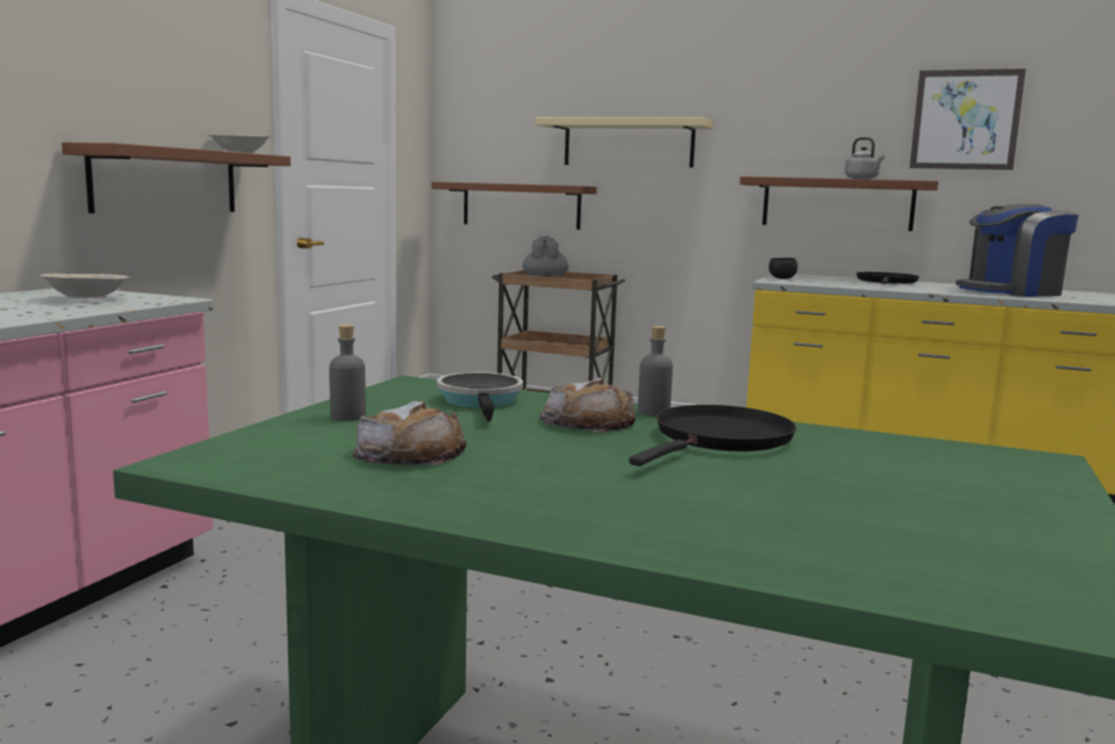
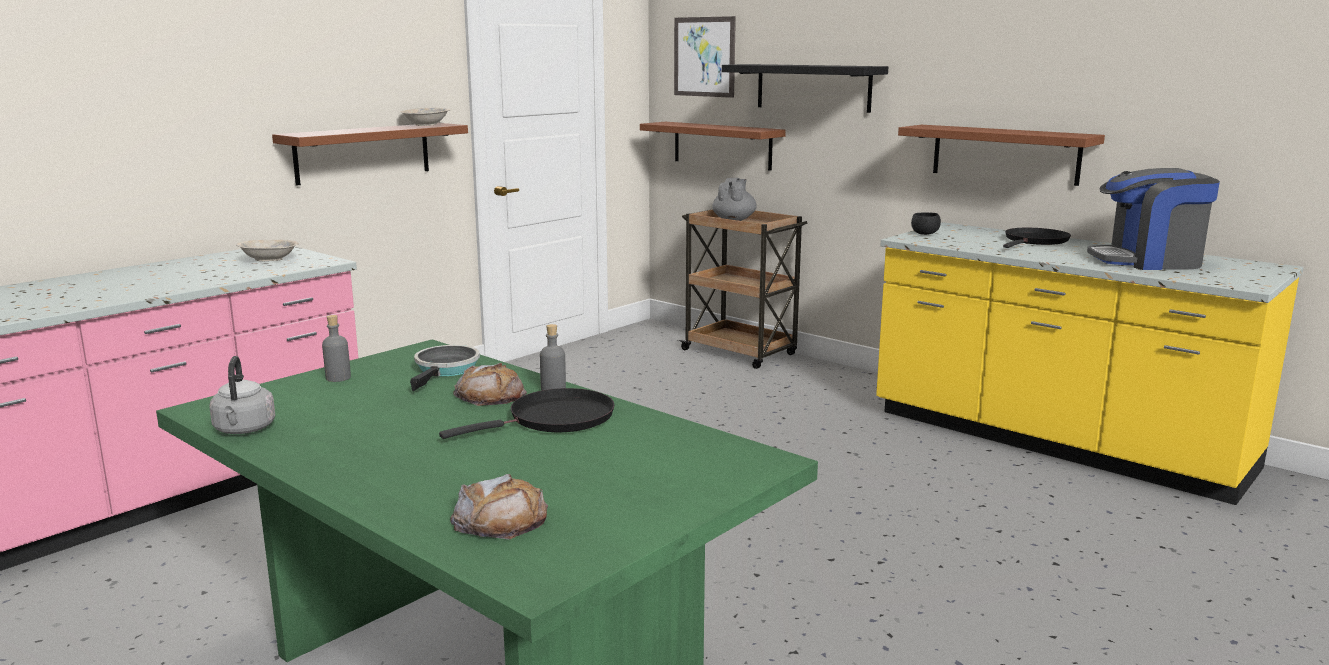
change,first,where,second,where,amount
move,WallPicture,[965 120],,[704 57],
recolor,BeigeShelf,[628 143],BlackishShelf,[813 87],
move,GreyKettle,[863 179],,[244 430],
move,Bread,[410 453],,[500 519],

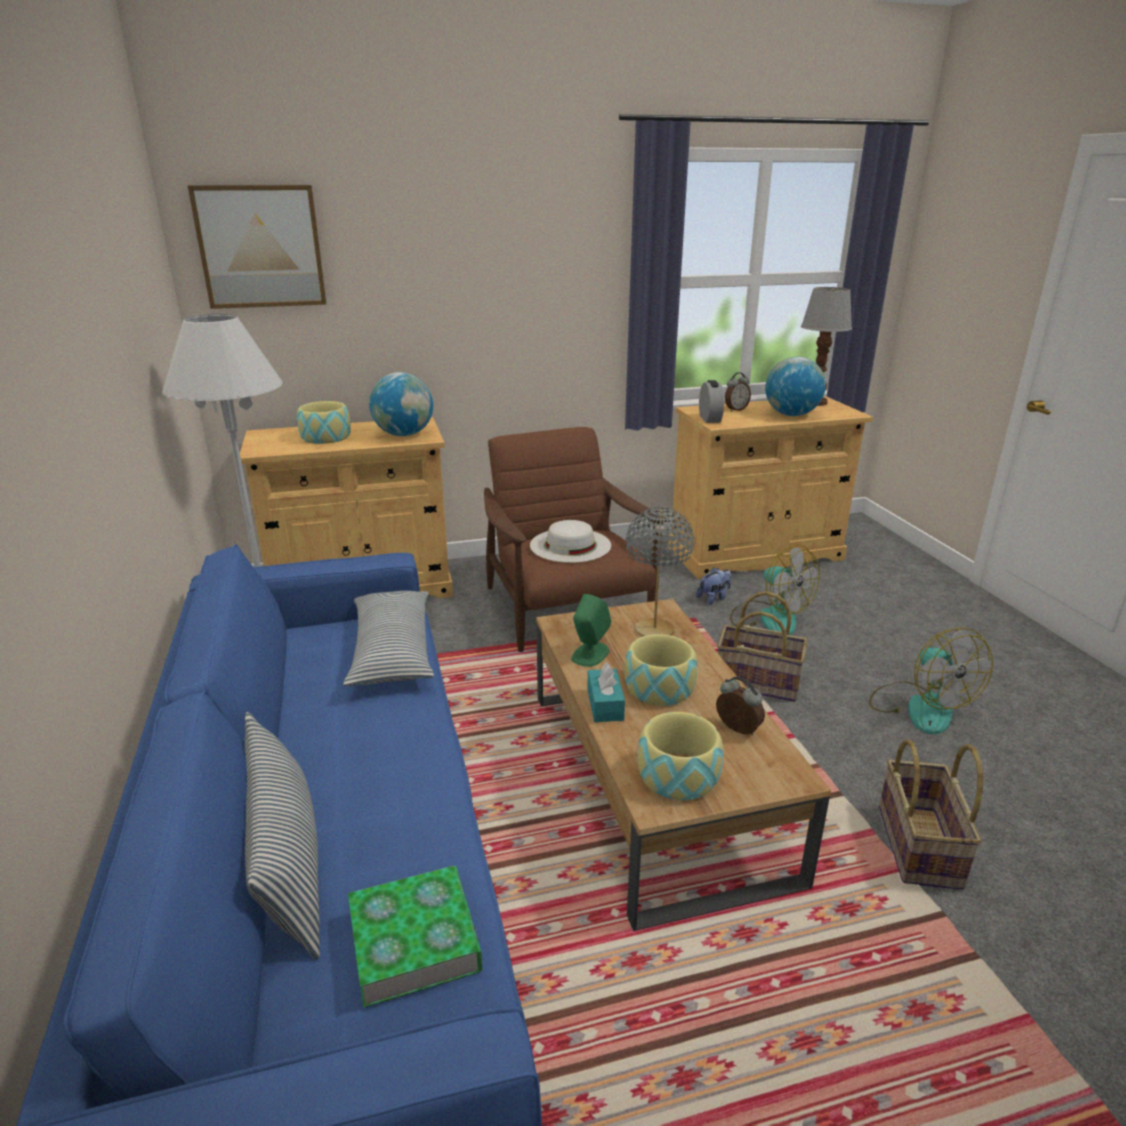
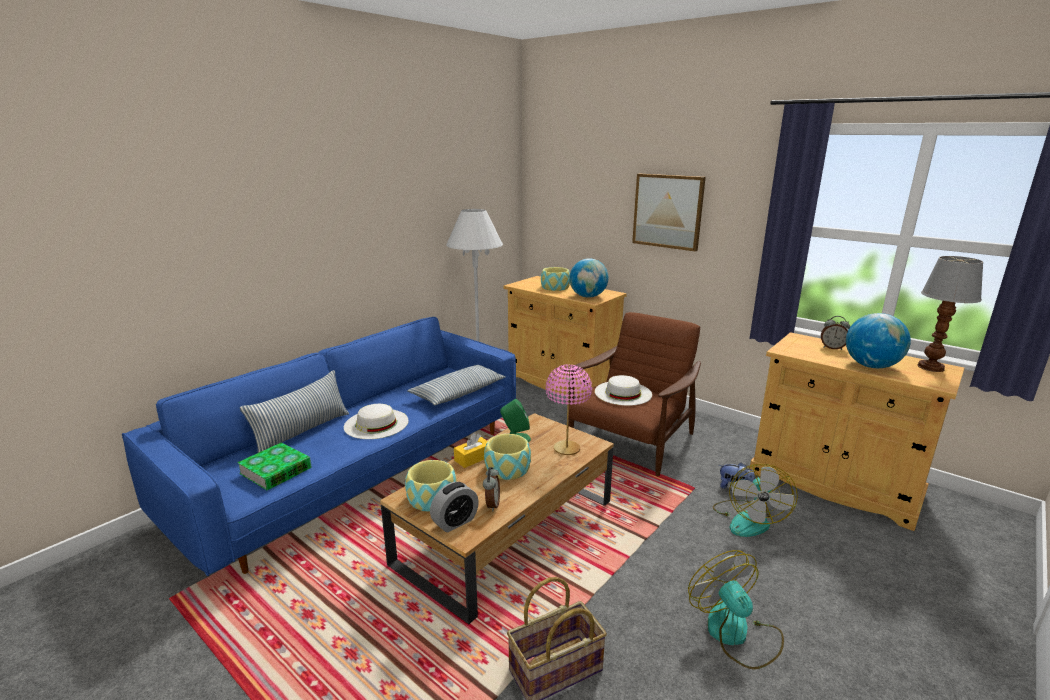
change,first,where,second,where,amount
move,WallPicture,[260 247],,[668 211],
move,TableClock,[709 419],,[455 522],
recolor,GreyTabletopLamp,[654 630],PinkTabletopLamp,[566 448],
delete,StorageBasket,[757 682],,,
rotate,CoolingFan,[919 707],,[735 634],120 degrees clockwise
recolor,TurquoiseColouredBoxOfTissues,[605 704],YellowColouredBoxOfTissues,[473 458],
insert,,,WhitishWearableHat,[376 423],

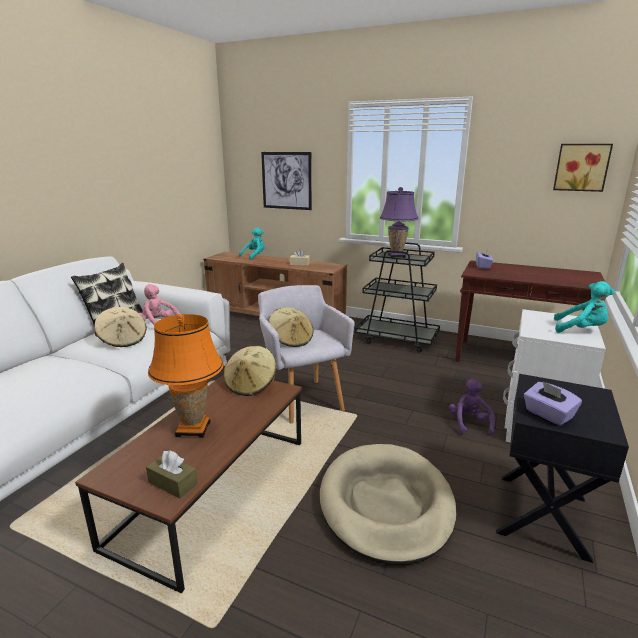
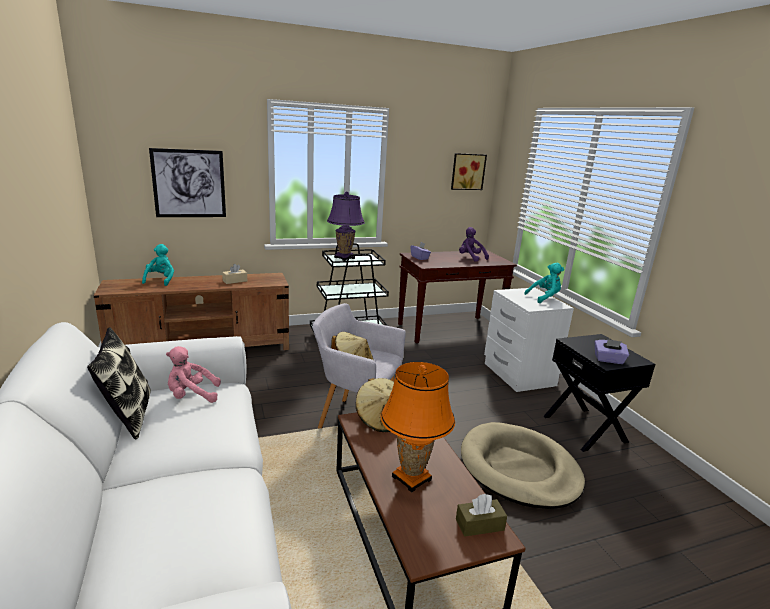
change,first,where,second,where,amount
delete,BeigeWearableHat,[123 340],,,
move,PurplishPlushToy,[469 423],,[470 258],

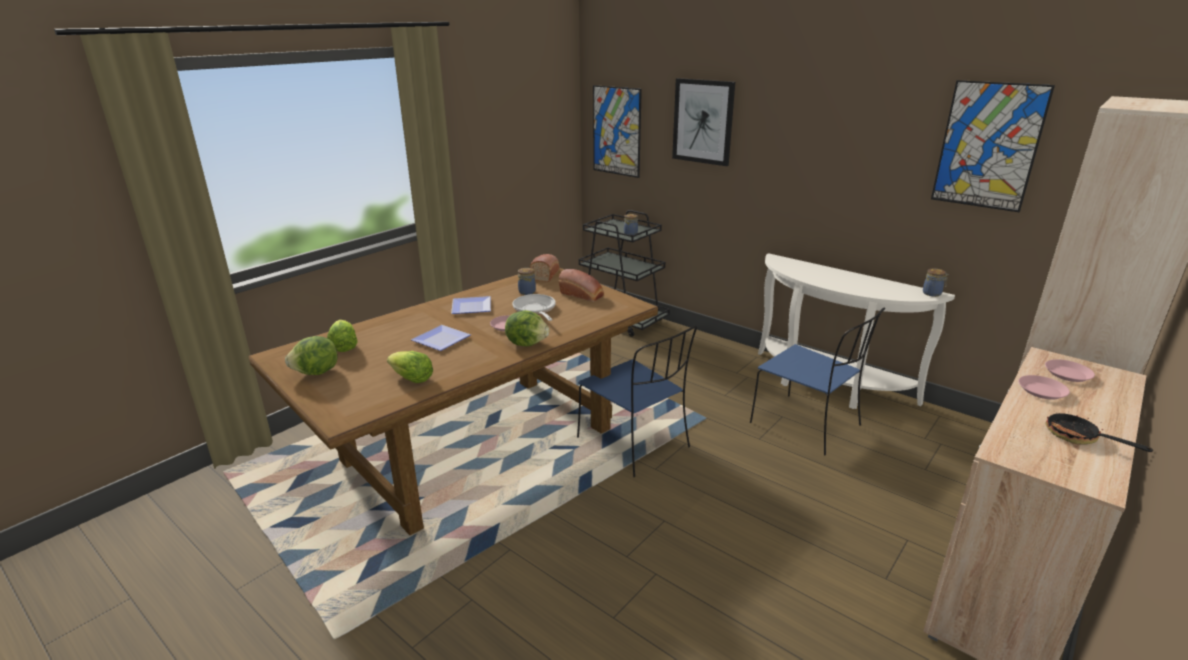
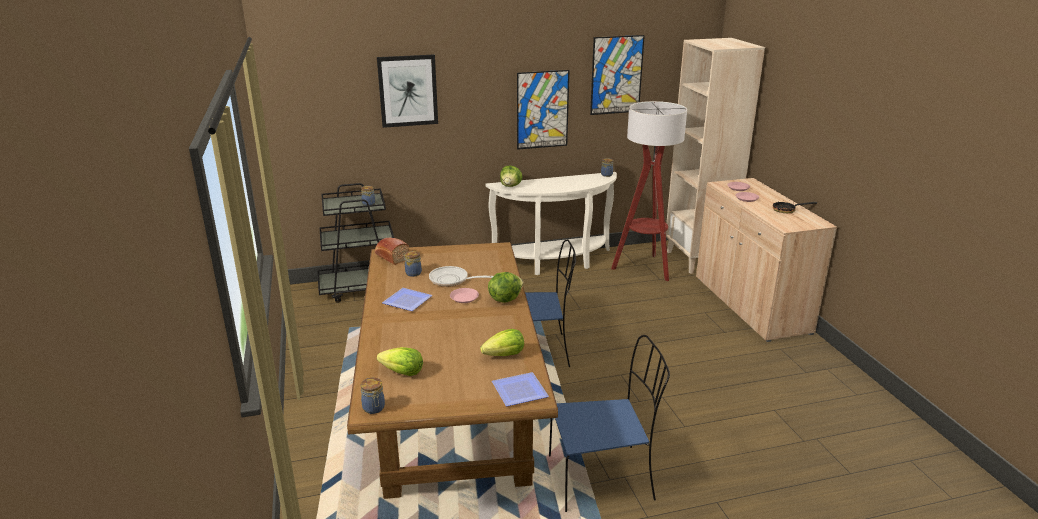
change,first,where,second,where,amount
move,WallPicture,[616 131],,[542 110],
delete,Bread,[583 295],,,
move,BlueUprightChair,[807 425],,[603 477],
move,FlatDish,[443 340],,[520 390],
move,Lettuce,[317 373],,[511 186],
insert,,,StandardLamp,[644 268],
insert,,,StorageJar,[374 408],

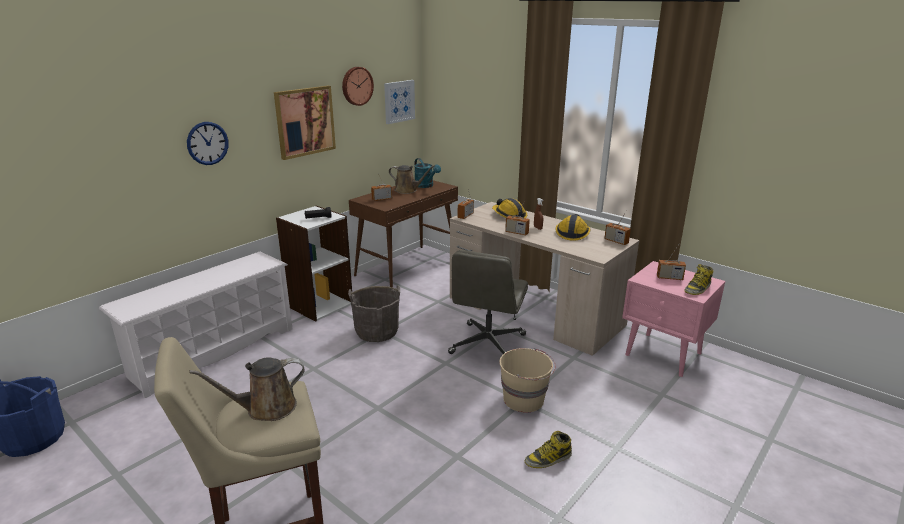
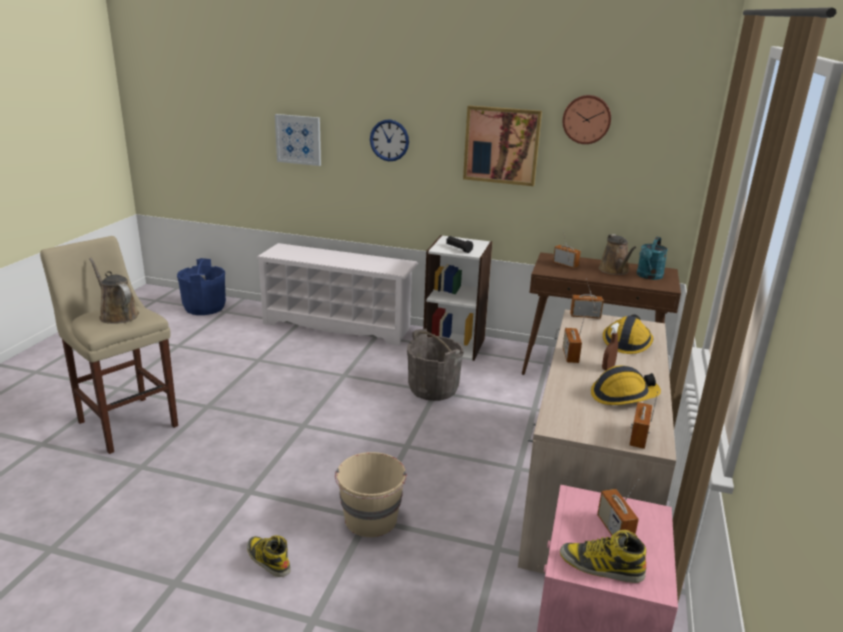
change,first,where,second,where,amount
move,WallPicture,[399 101],,[298 139],
delete,GreyComputerChair,[487 344],,,

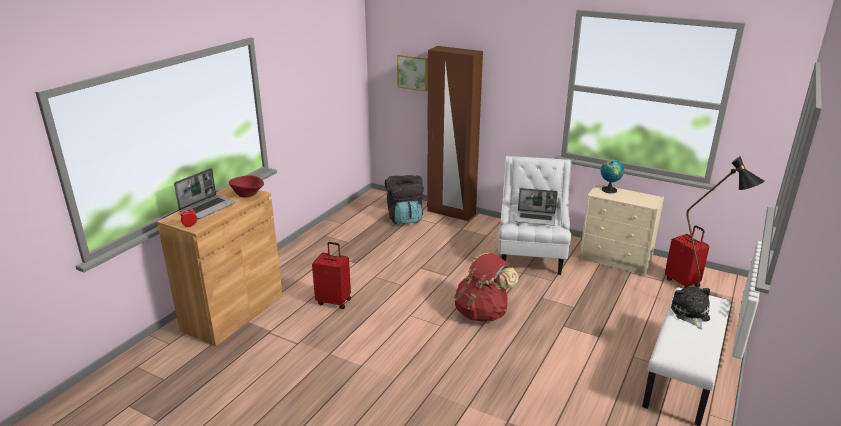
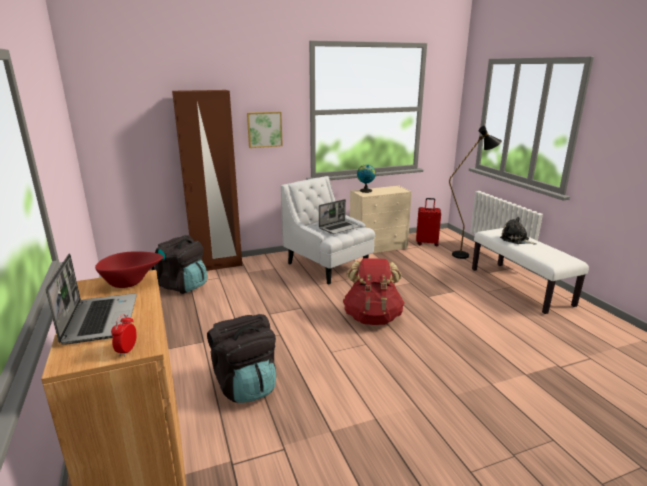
change,first,where,second,where,amount
move,WallPicture,[413 72],,[264 129],
replace,ReddishSuitcase,[334 301],BlackishRucksack,[245 385],

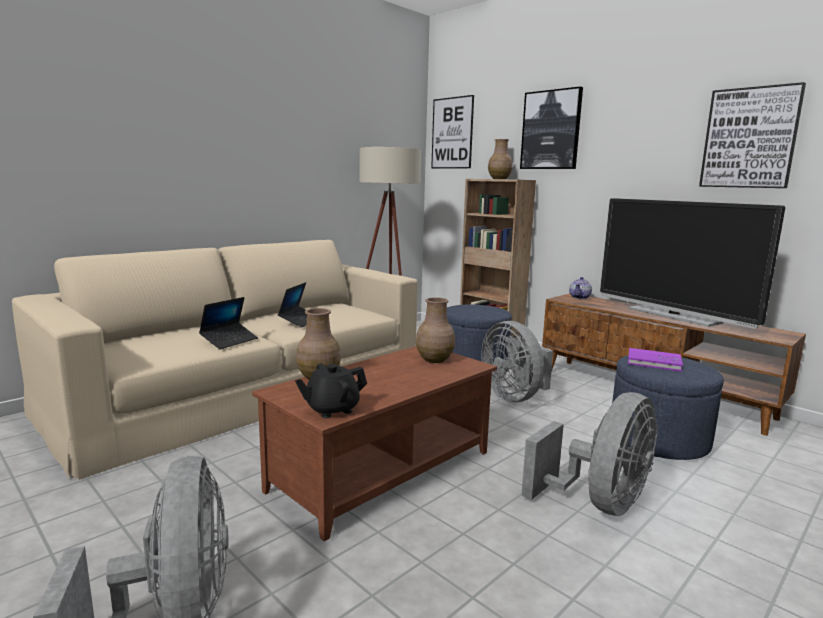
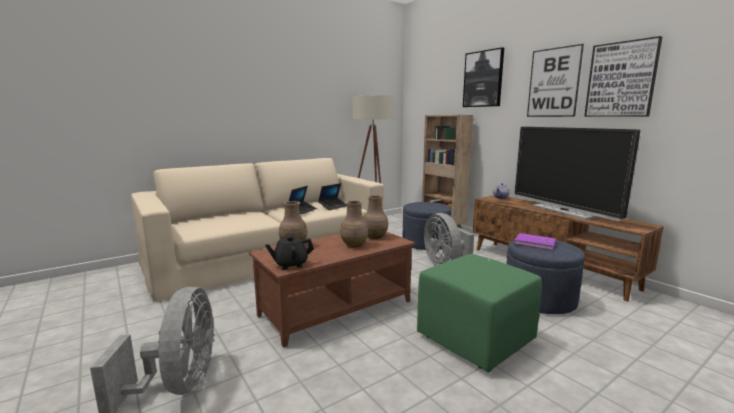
change,first,where,second,where,amount
move,WallPicture,[452 133],,[553 82],
move,BrownishFlowerVase,[499 179],,[354 245],
move,Laptop,[229 341],,[333 206],
replace,GreyCoolingFan,[599 503],GreenFootrest,[475 338],

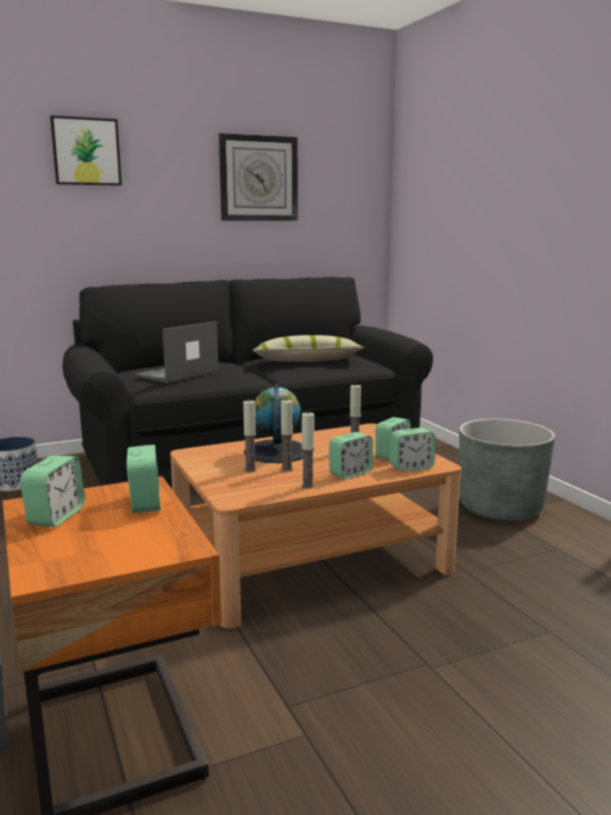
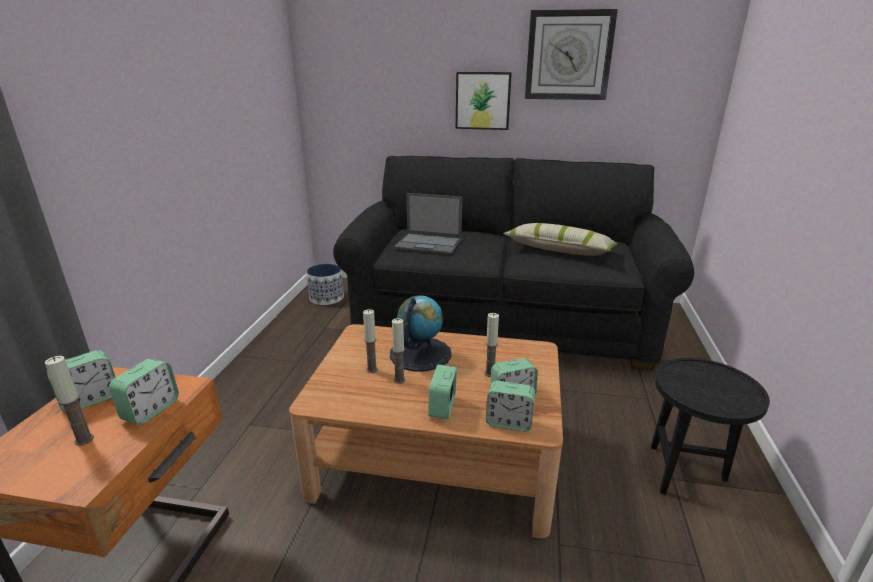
change,first,where,second,where,amount
move,WallPicture,[86 151],,[483 100],
rotate,Laptop,[176 374],,[429 244],150 degrees counterclockwise
move,WaxCandle,[307 486],,[84 440],
replace,GreyFlowerPot,[500 508],BlackishAccentTable,[686 473],
rotate,TableClock,[350 473],,[442 407],105 degrees clockwise

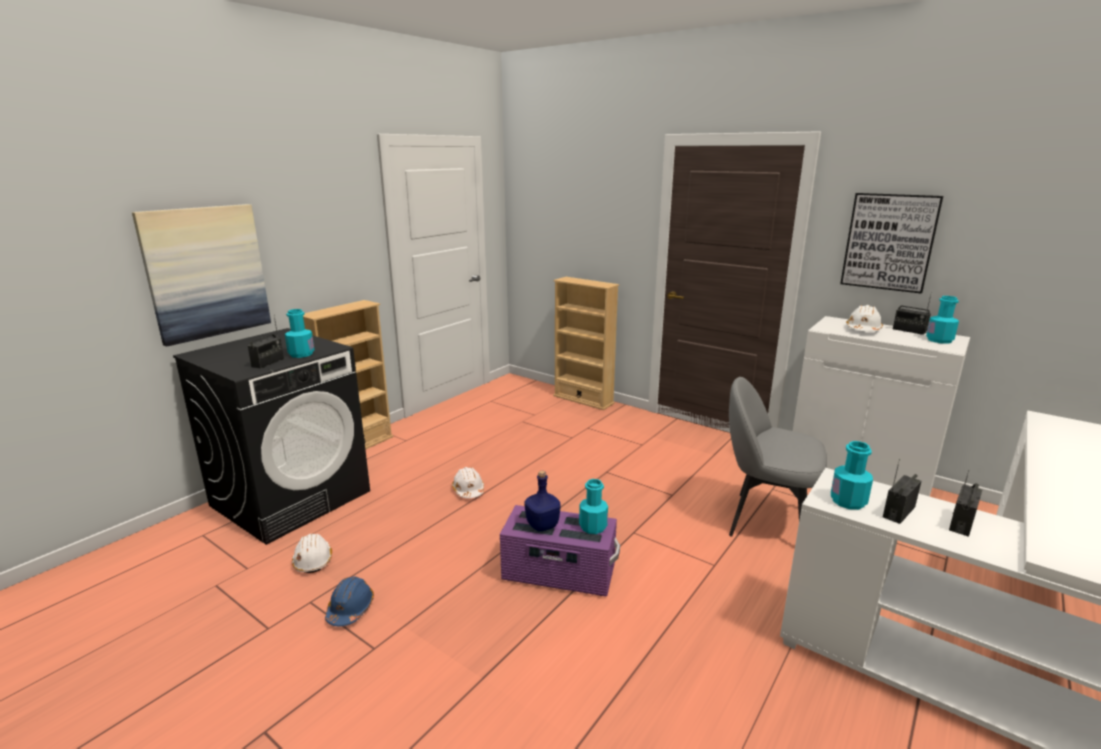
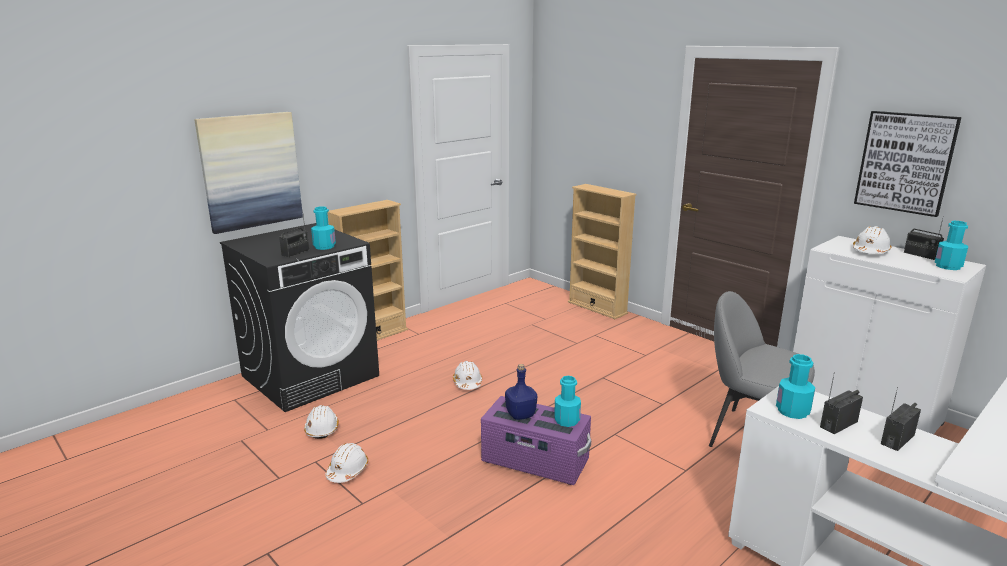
change,first,where,second,where,amount
recolor,BlueSafetyHelmet,[350 609],WhitishSafetyHelmet,[347 471],

